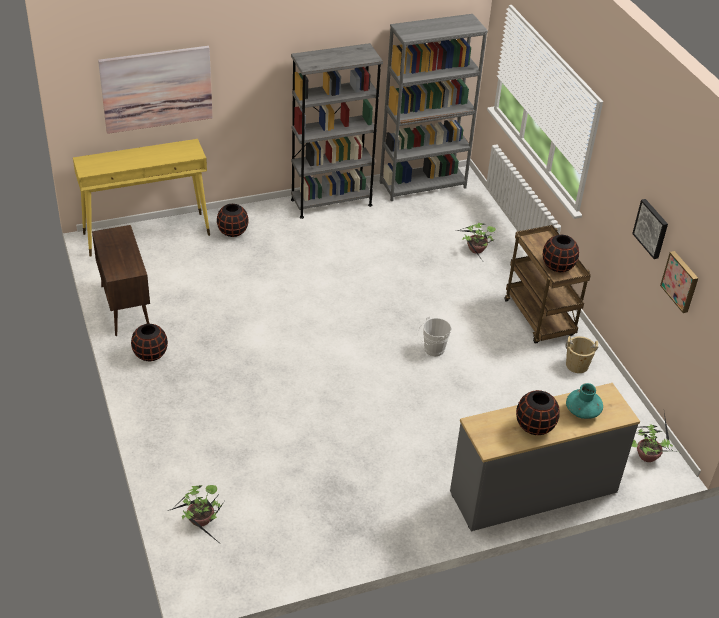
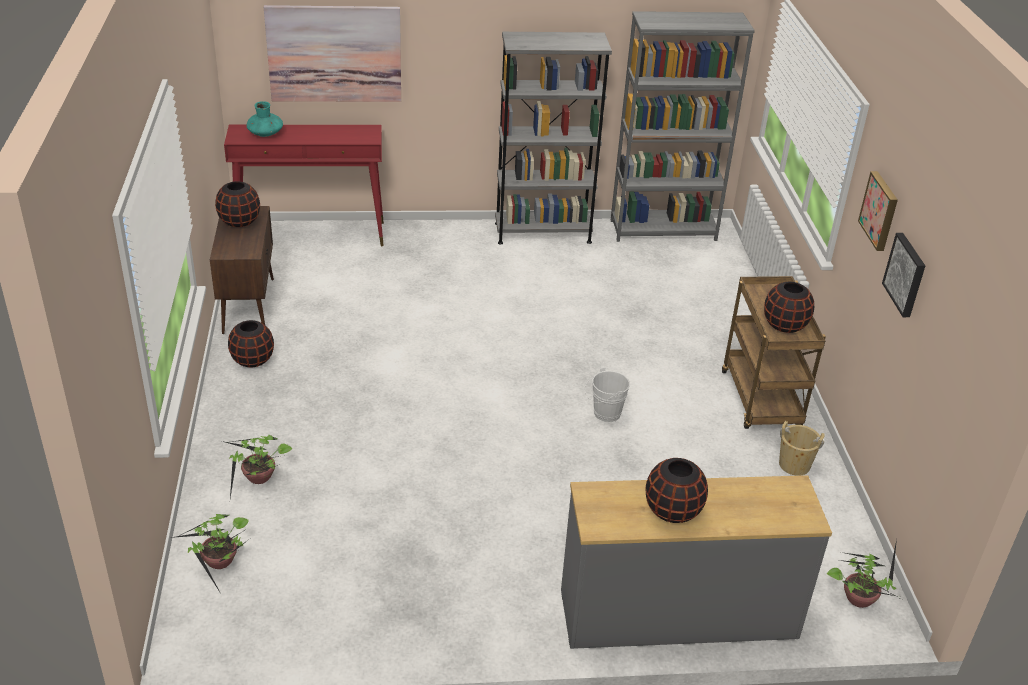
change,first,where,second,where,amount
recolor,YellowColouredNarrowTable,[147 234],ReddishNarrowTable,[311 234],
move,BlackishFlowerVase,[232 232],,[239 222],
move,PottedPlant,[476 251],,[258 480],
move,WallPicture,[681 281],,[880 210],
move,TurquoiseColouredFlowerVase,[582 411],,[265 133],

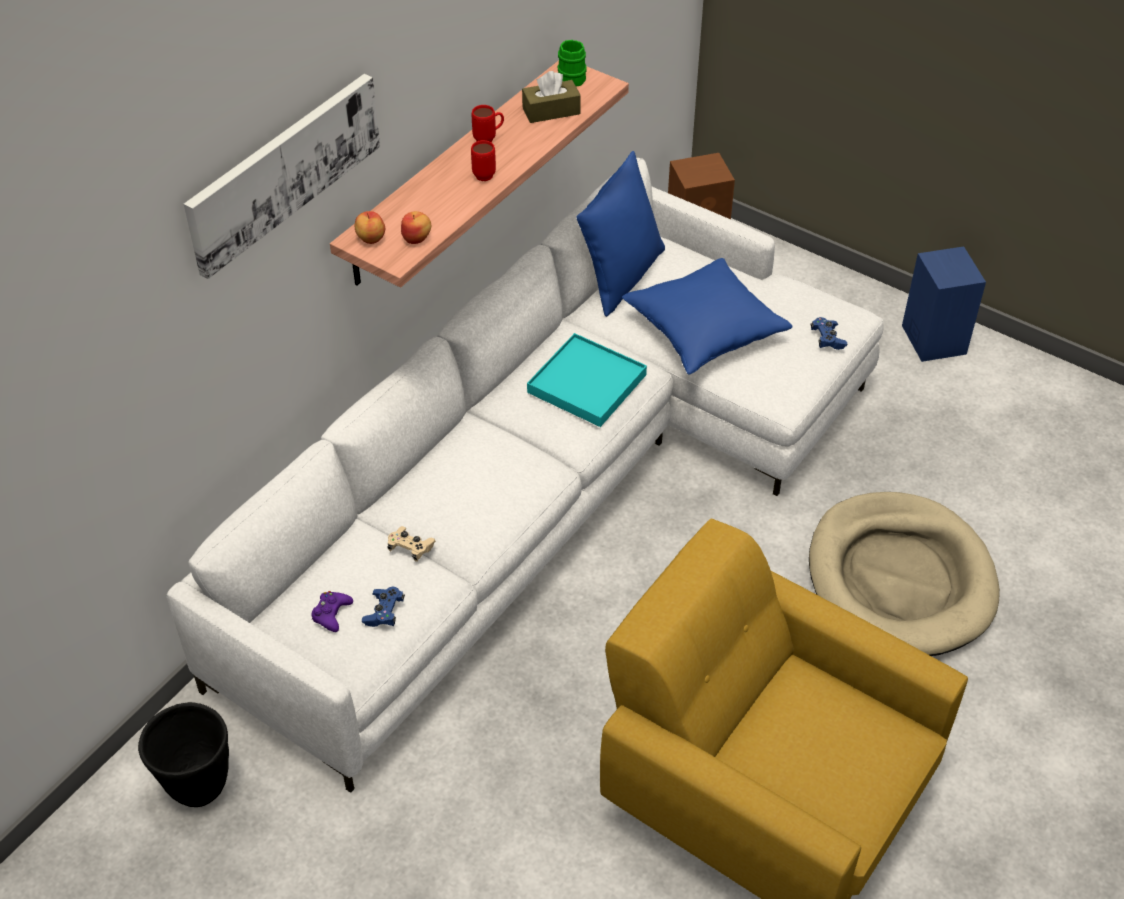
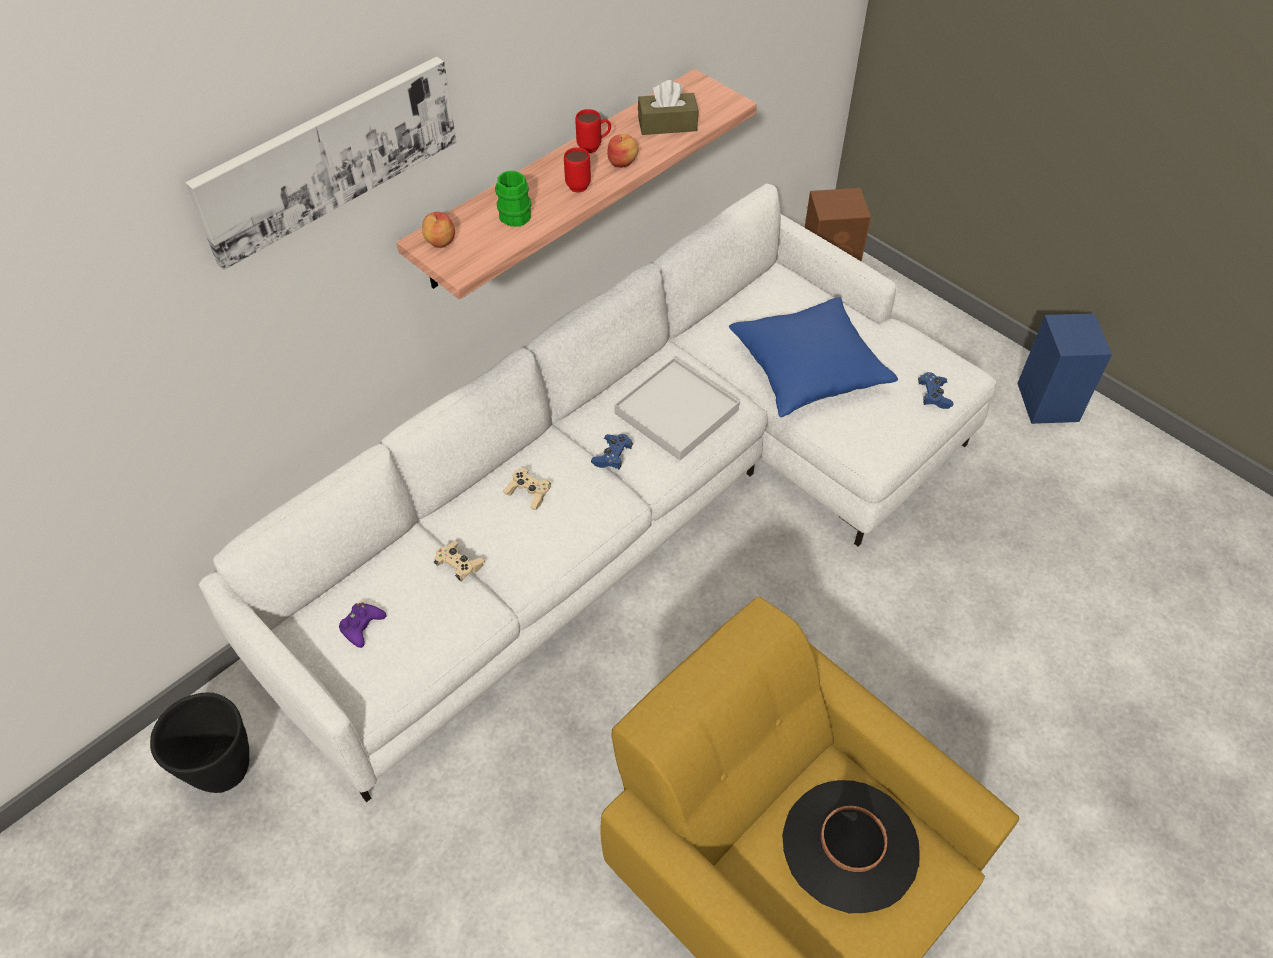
change,first,where,second,where,amount
move,GreenMug,[571 76],,[515 212],
delete,BluePillow,[620 277],,,
move,WholeApple,[417 238],,[623 162],
recolor,TurquoiseColouredCarryingTray,[587 384],WhitishCarryingTray,[676 412],
delete,BeigeDogCushion,[900 579],,,
move,BlueGamepad,[384 612],,[612 456],
insert,,,BeigeGamepad,[528 493],
insert,,,BlackishWearableHat,[850 845],

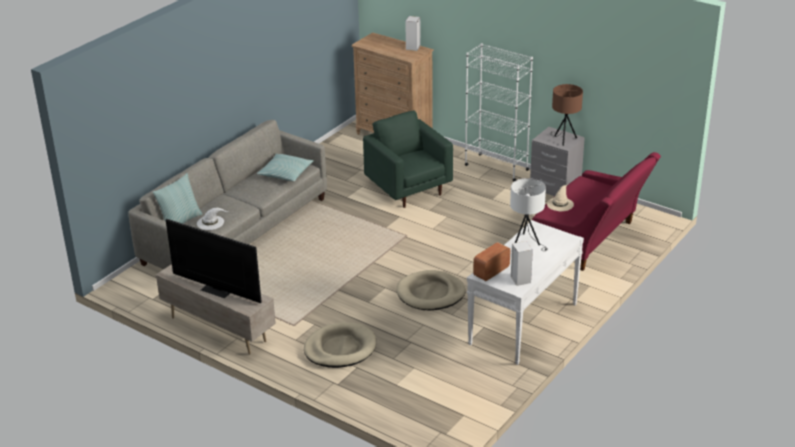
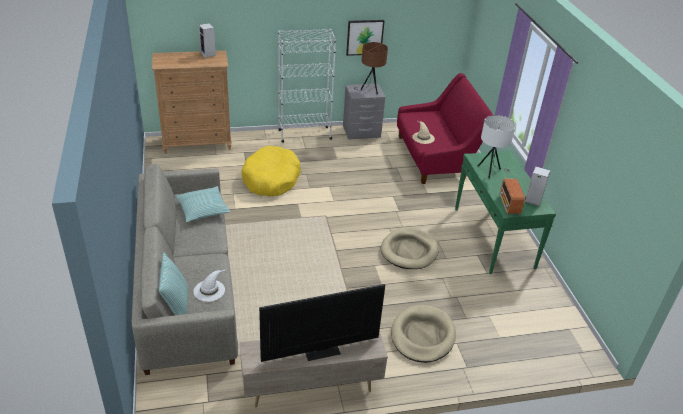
change,first,where,second,where,amount
replace,GreenArmchair,[408 189],YellowColouredDogCushion,[271 179],
recolor,WhitishNarrowTable,[523 324],GreenNarrowTable,[494 238],
insert,,,WallPicture,[364 37],

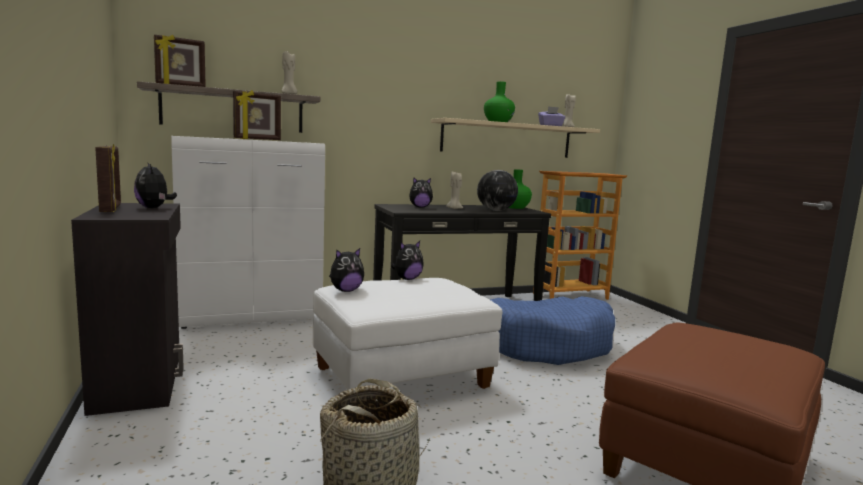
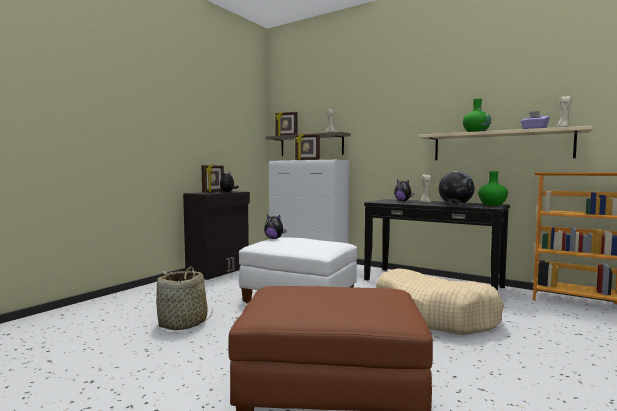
change,first,where,second,where,amount
delete,PlushToy,[407 279],,,
recolor,BlueDogCushion,[546 345],BeigeDogCushion,[434 316],

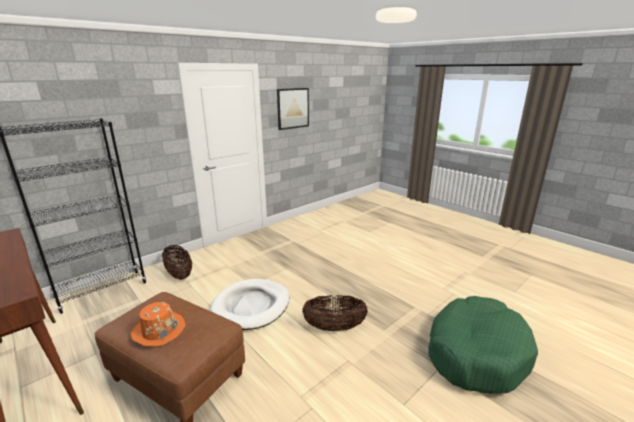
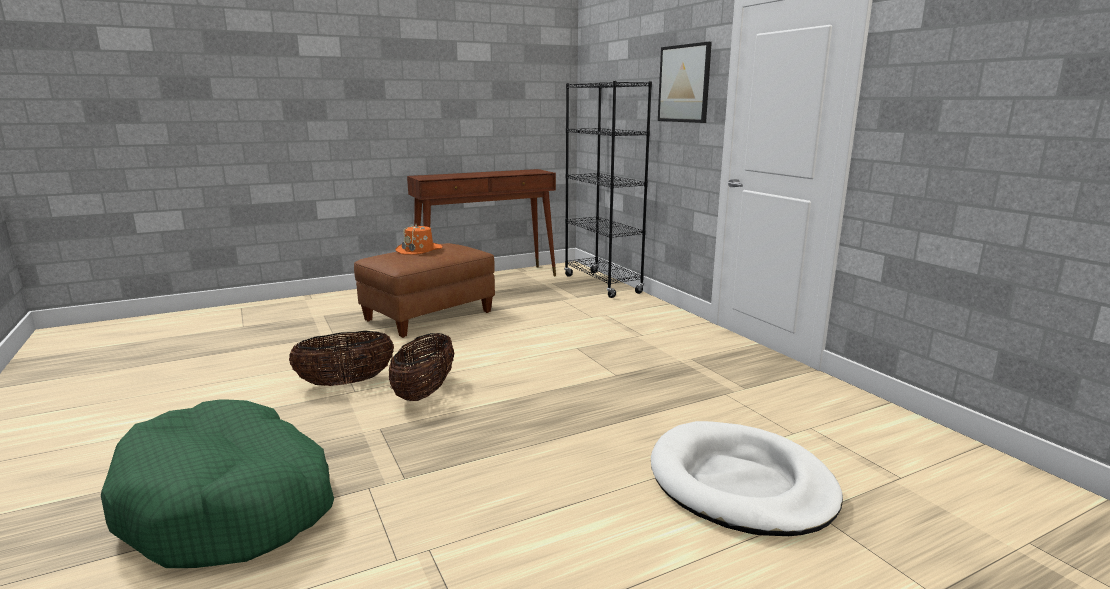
change,first,where,second,where,amount
move,WallPicture,[293 108],,[684 83],
move,StorageBasket,[179 274],,[346 383],
move,WhitishDogCushion,[252 306],,[740 484],

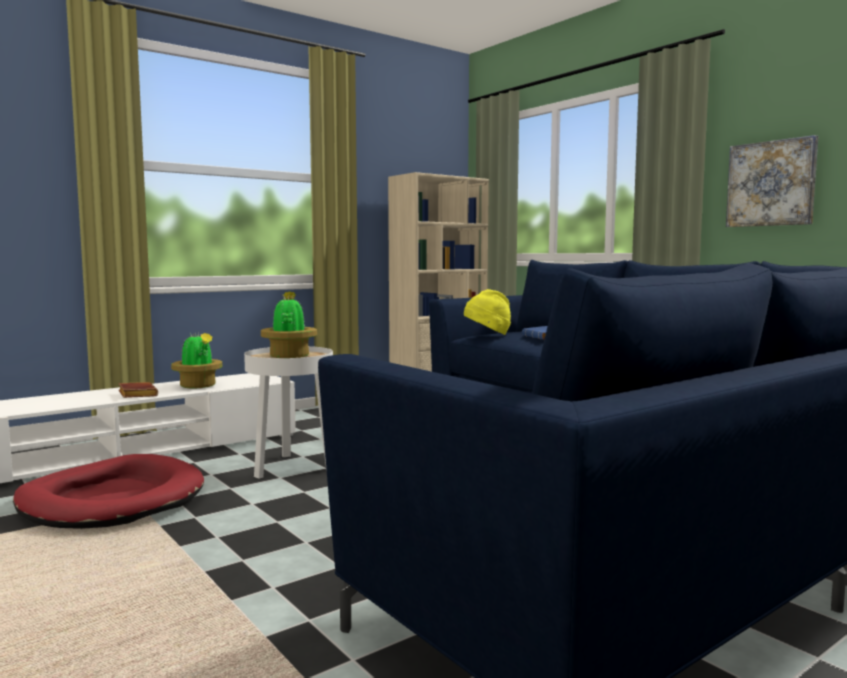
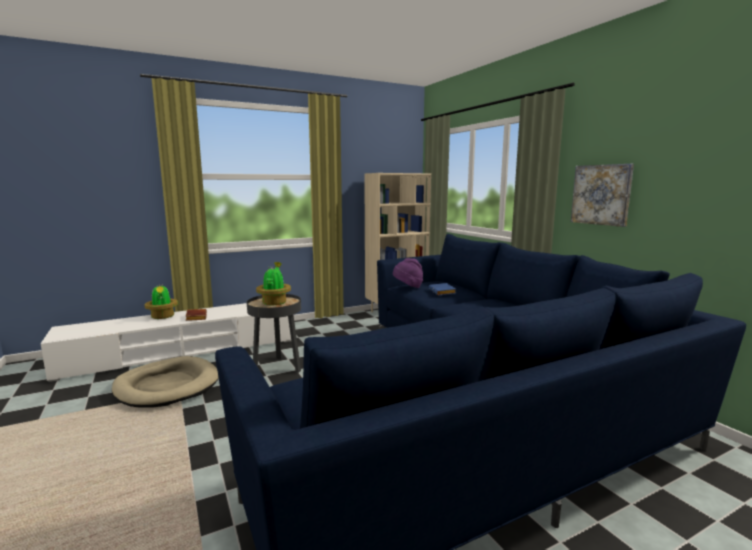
change,first,where,second,where,amount
recolor,YellowColouredWearableHat,[487 335],PurplishWearableHat,[408 287],
move,PottedPlant,[198 386],,[163 317],
recolor,WhitishAccentTable,[292 467],BlackishAccentTable,[277 368],
recolor,ReddishDogCushion,[112 500],BeigeDogCushion,[167 386],

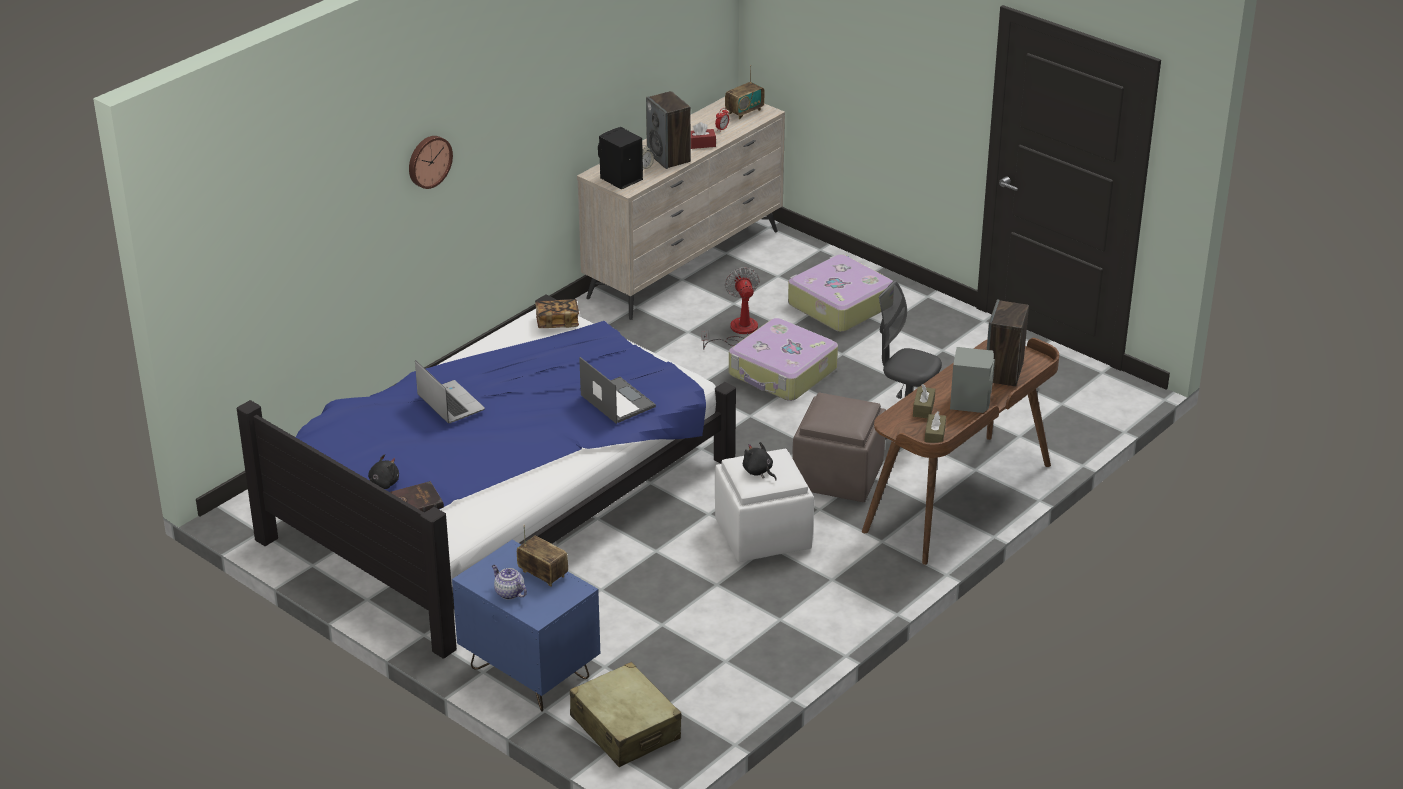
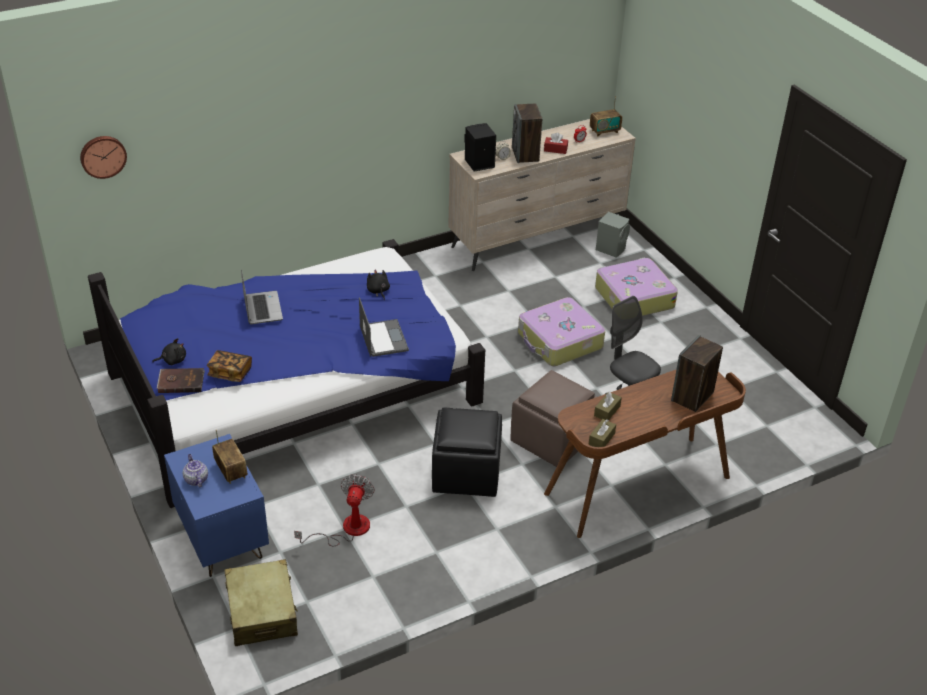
change,first,where,second,where,amount
move,ClockOnTheWall,[428 161],,[102 156],
move,CoolingFan,[737 331],,[346 529],
move,Volume,[557 323],,[230 373],
move,GreyAudioSpeaker,[970 401],,[611 248],
move,BlackishPlushToy,[758 471],,[378 291],
recolor,WhitishFootrest,[762 535],BlackishFootrest,[465 474],

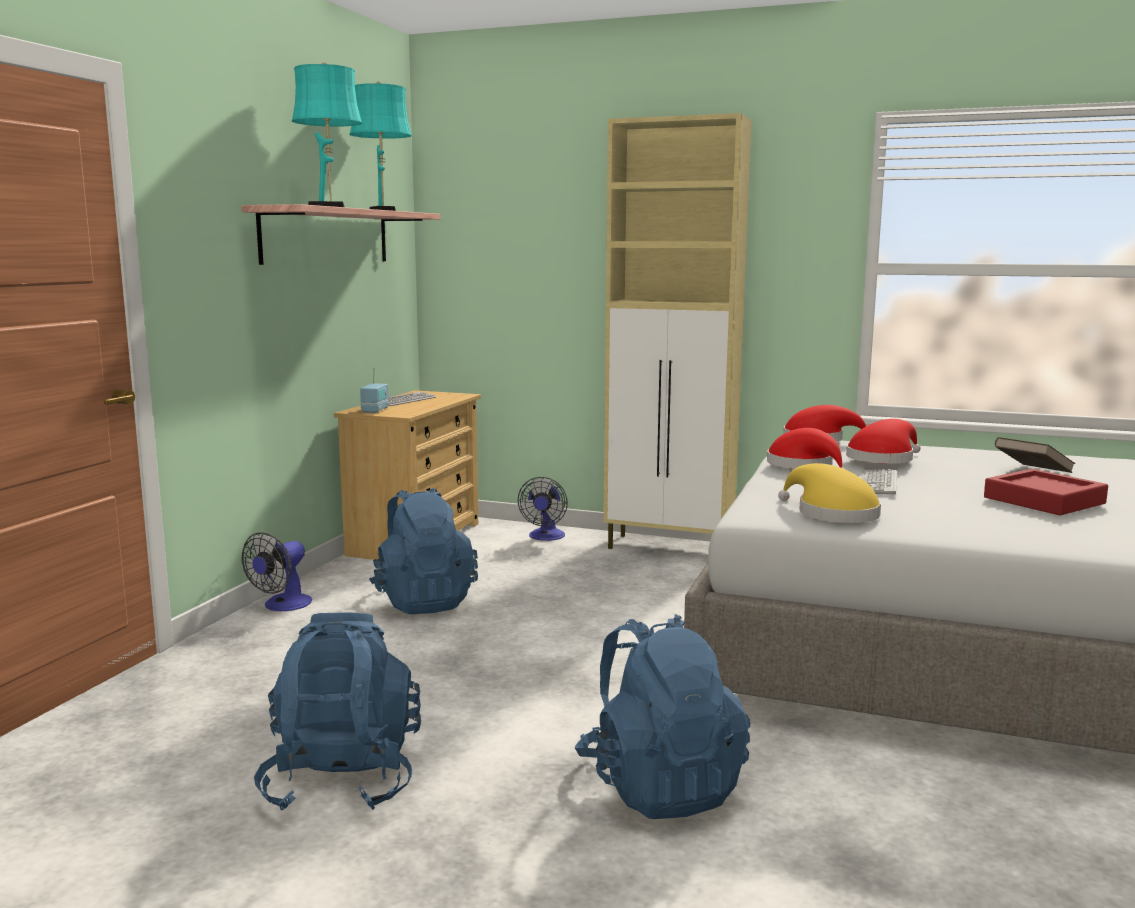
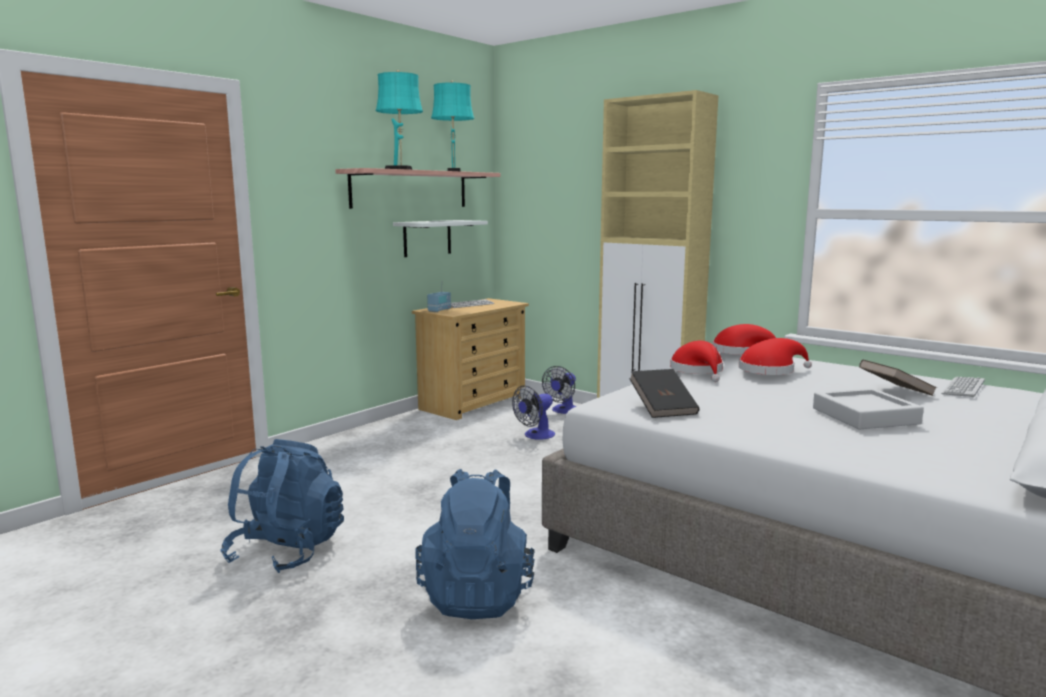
change,first,where,second,where,amount
replace,YellowColouredWearableHat,[832 513],BlackishVolume,[663 408],
move,PcKeyboard,[878 484],,[963 388],
recolor,ReddishCarryingTray,[1044 500],GreyCarryingTray,[865 416],
delete,BlueRucksack,[424 601],,,
move,CoolingFan,[282 606],,[535 436],
insert,,,WhitishShelf,[427 238],

